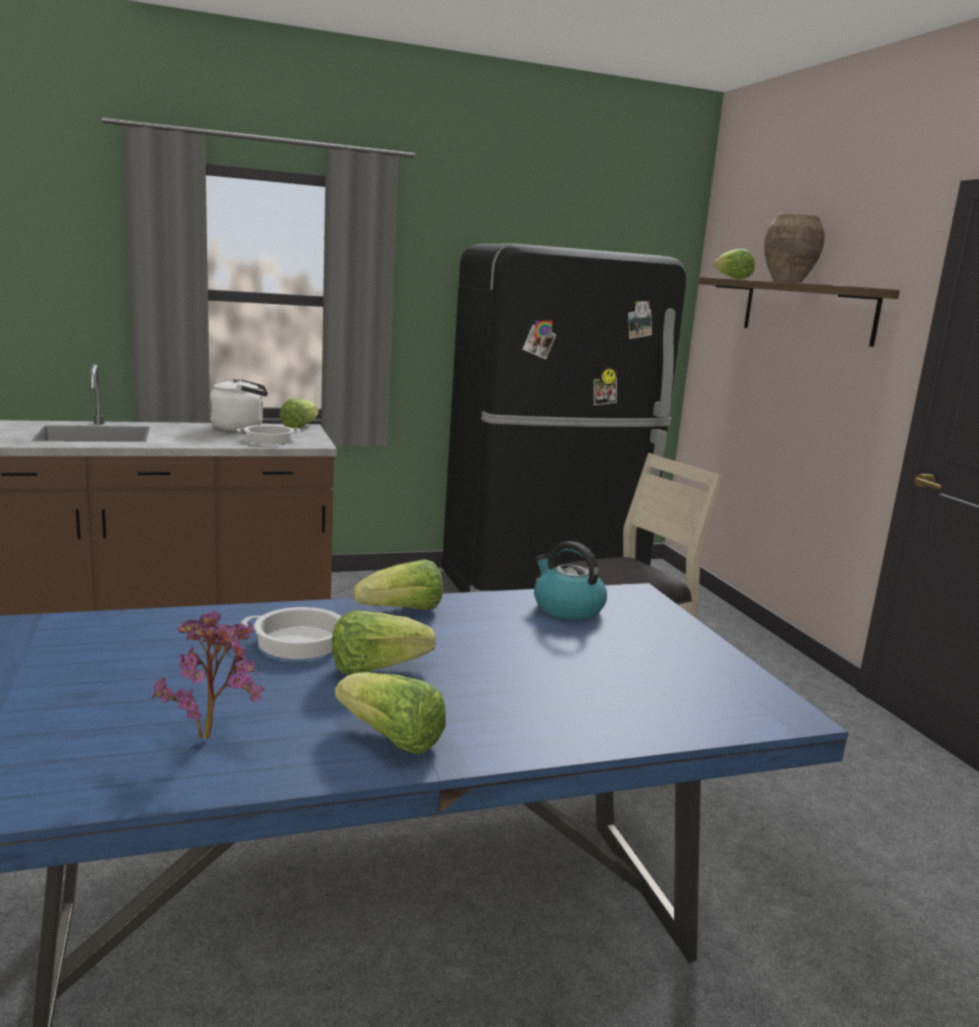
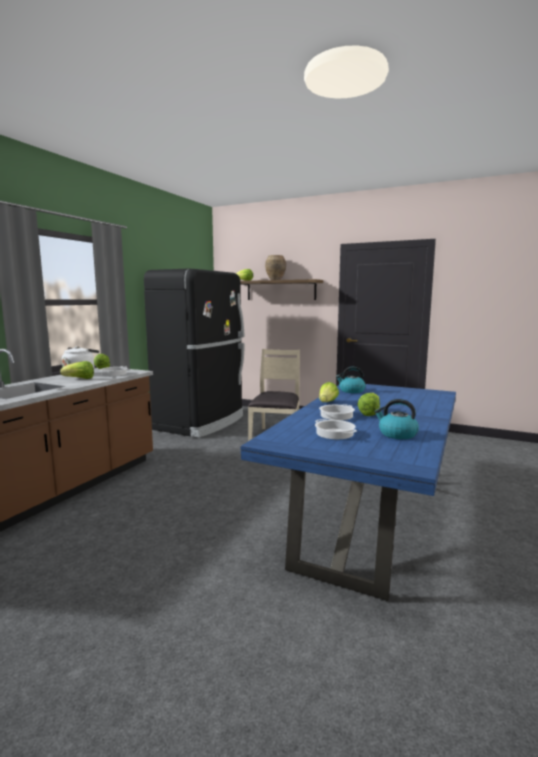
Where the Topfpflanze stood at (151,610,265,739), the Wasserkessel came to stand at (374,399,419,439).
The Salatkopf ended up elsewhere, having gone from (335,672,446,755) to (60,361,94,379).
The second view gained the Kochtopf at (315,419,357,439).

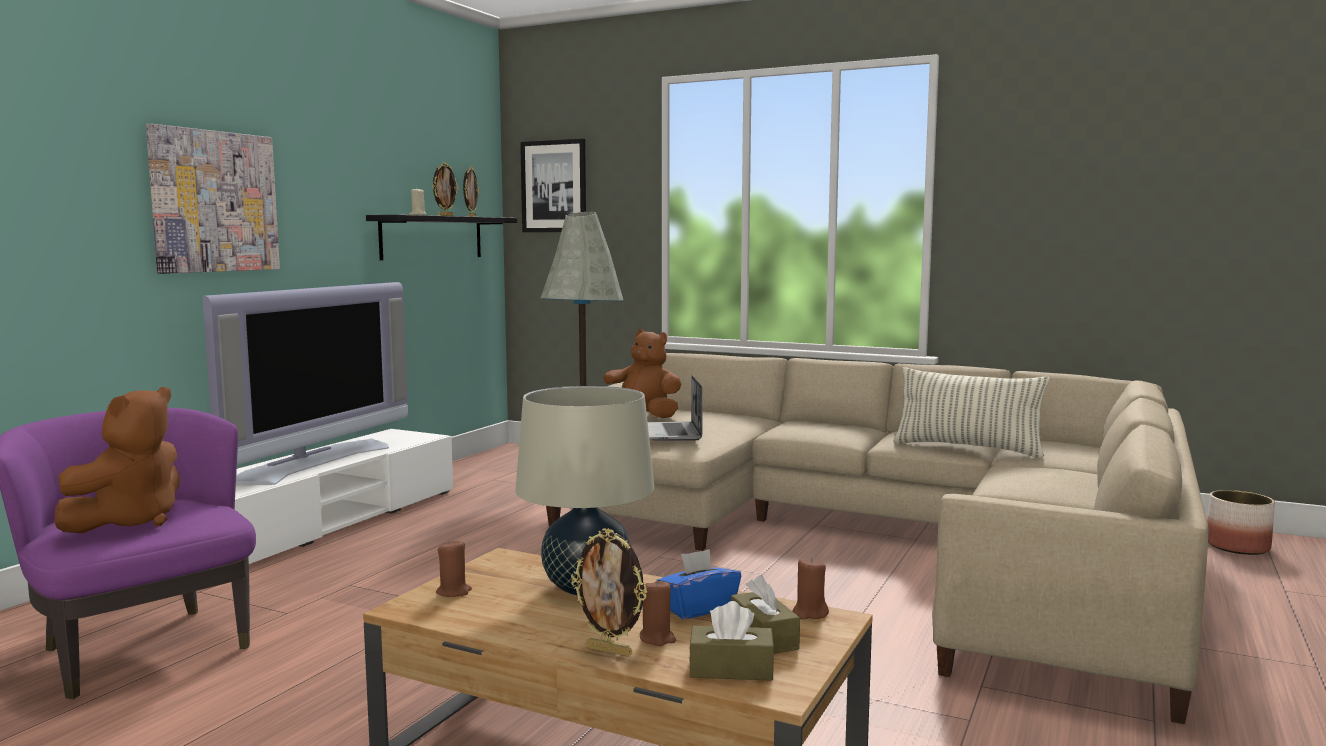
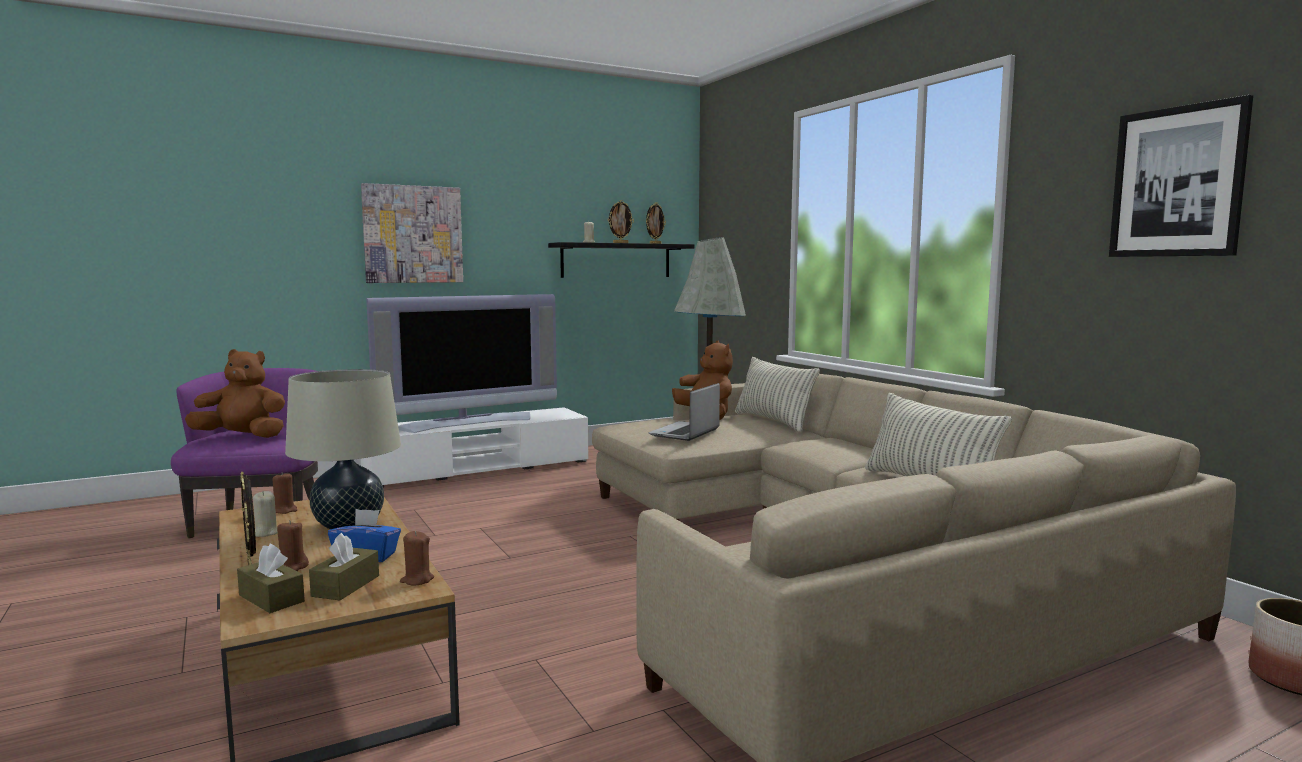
The Plüschtier [braun] at (55,387,180,533) ended up facing another way, 150 degrees counterclockwise from before.
The Bild ended up elsewhere, having gone from (520,139,586,232) to (1109,95,1253,257).
The second view gained the Kerze [beige] at (253,491,278,537).
The second view gained the Kissen at (735,357,820,432).

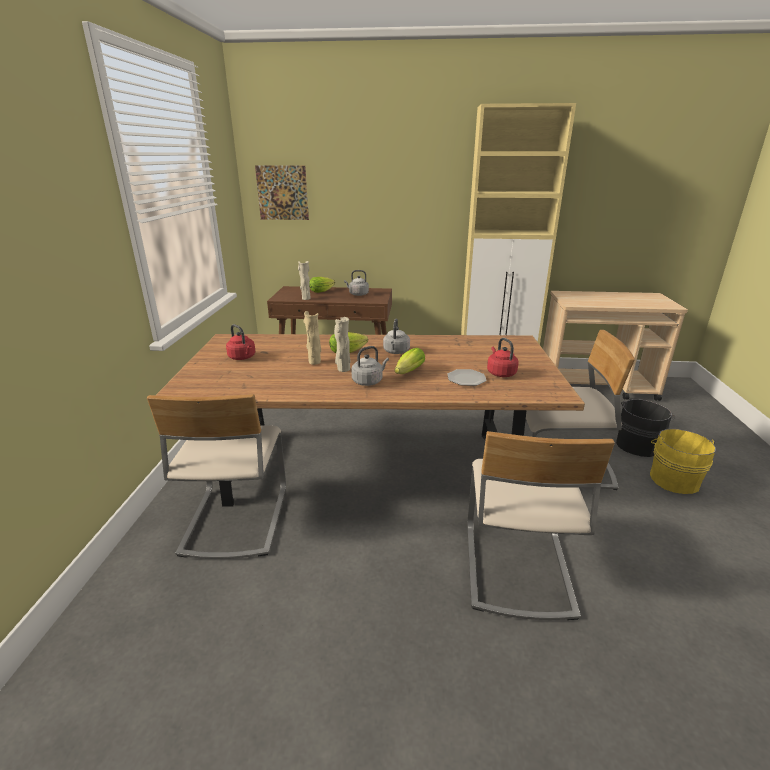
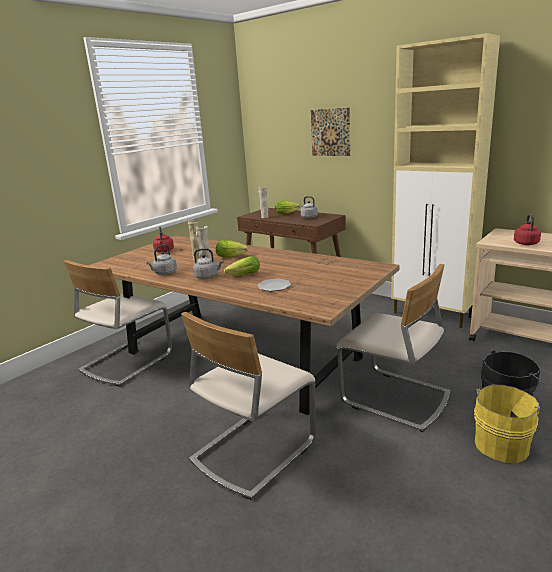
The Bild ended up elsewhere, having gone from (255,166,309,220) to (311,108,350,156).
The Wasserkessel [grau] ended up elsewhere, having gone from (383,319,410,354) to (147,244,177,275).
The Wasserkessel [rot] ended up elsewhere, having gone from (487,338,519,377) to (514,214,541,245).

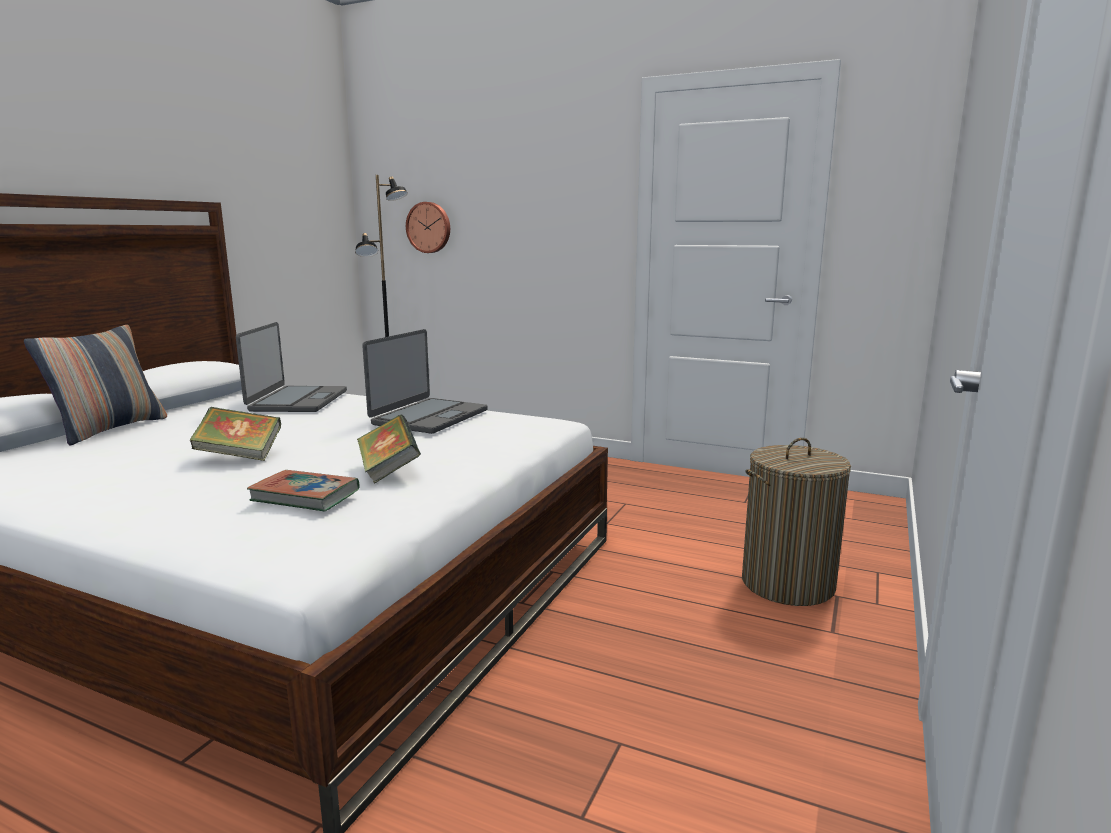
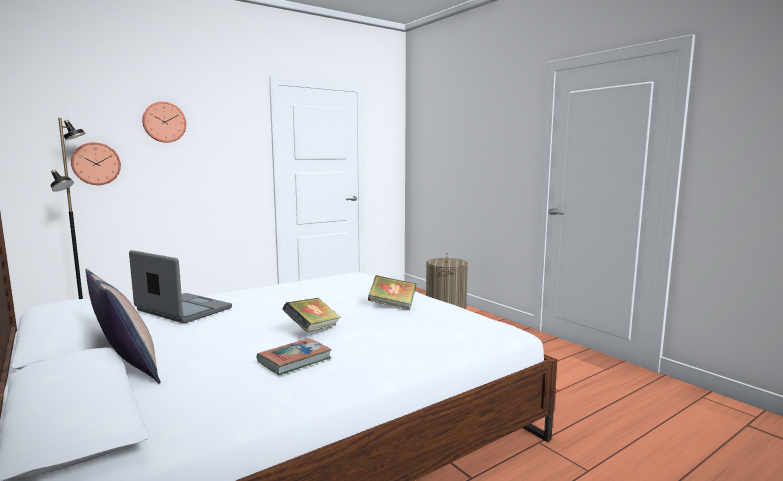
The Buch ended up elsewhere, having gone from (247,470,360,511) to (257,338,332,375).
The second view lost the Laptop at (362,329,488,434).
The second view gained the Wanduhr at (142,101,186,143).

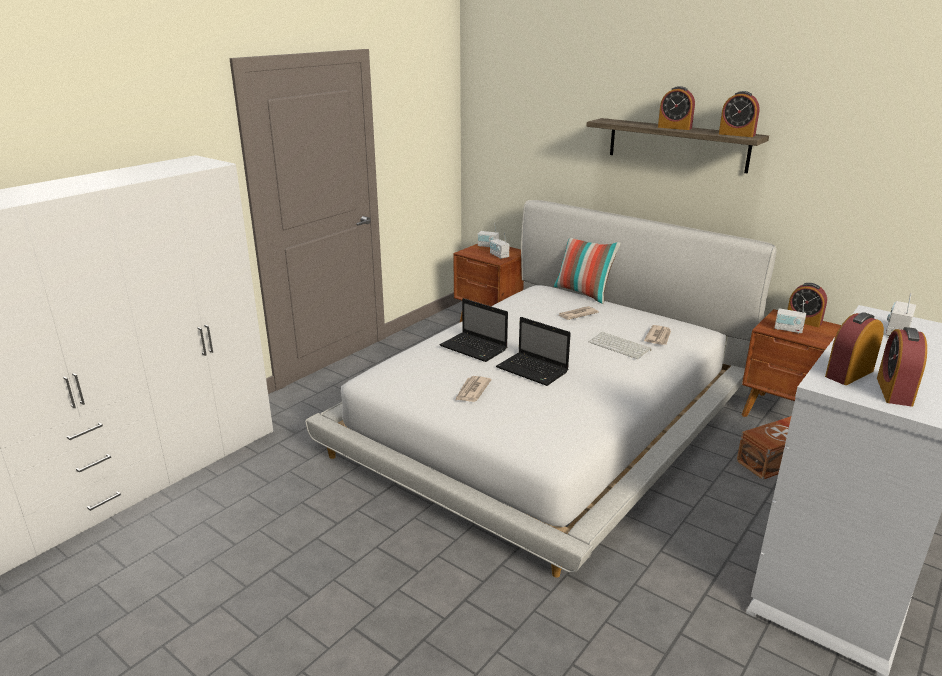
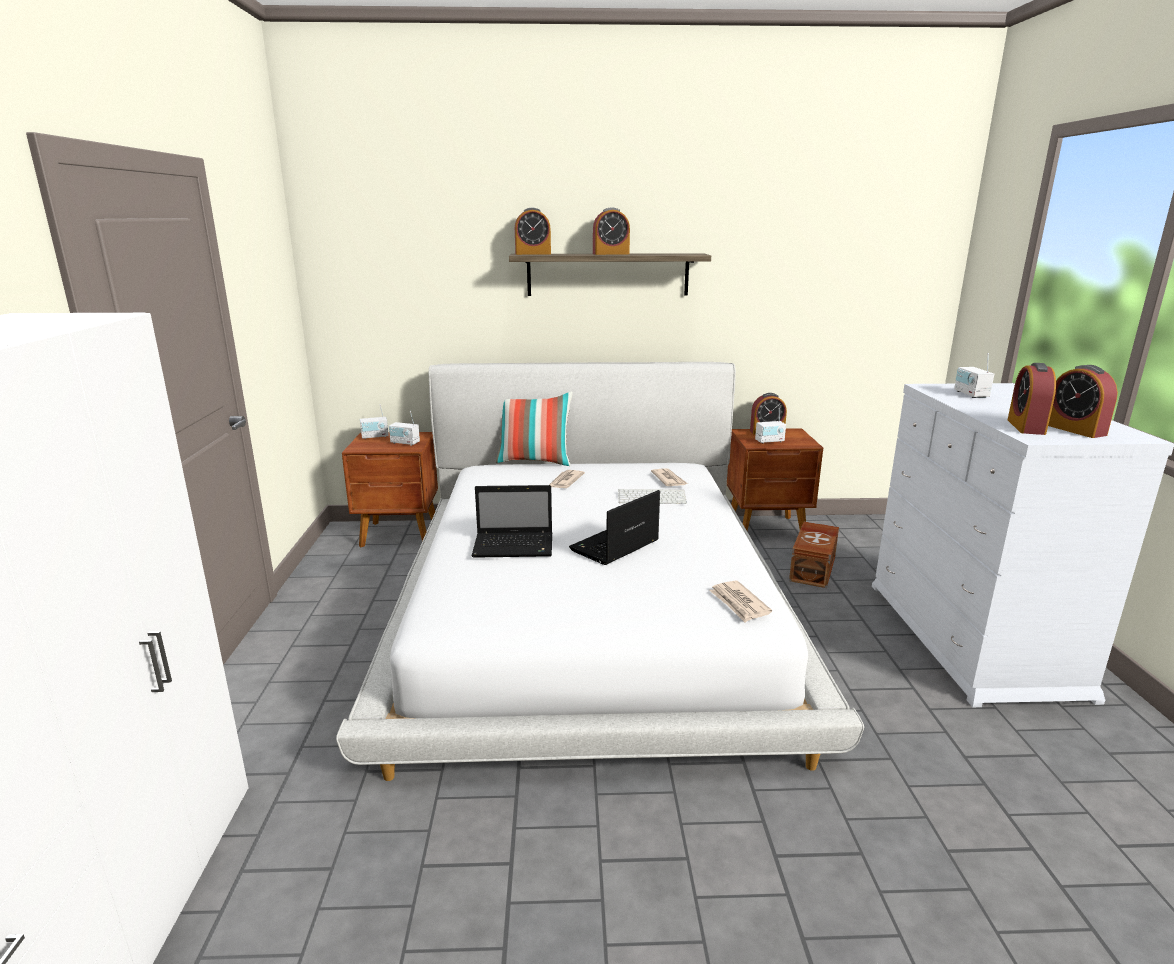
The Zeitung ended up elsewhere, having gone from (455,376,491,402) to (709,580,772,622).
The Laptop at (496,317,571,386) ended up facing another way, 135 degrees clockwise from before.
The Wecker ended up elsewhere, having gone from (719,91,760,137) to (515,208,551,255).

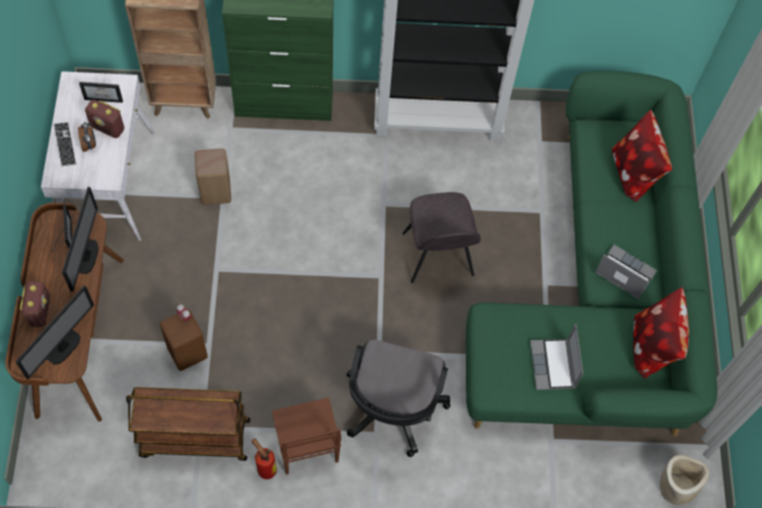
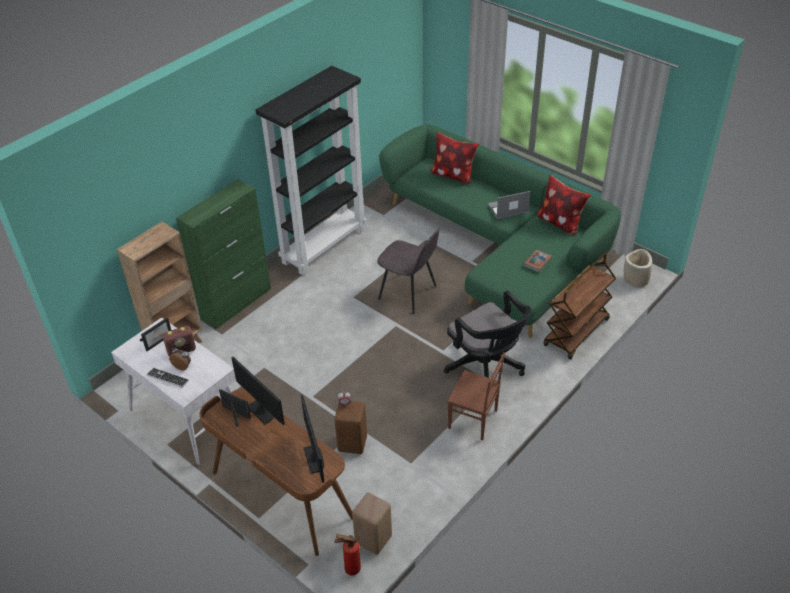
The second view lost the Radio at (20,281,50,327).
The Rollwagen [braun] ended up elsewhere, having gone from (126,387,250,461) to (543,253,616,360).
The Hocker [beige] ended up elsewhere, having gone from (195,148,231,205) to (352,492,392,555).
The Feuerlöscher ended up elsewhere, having gone from (252,438,277,479) to (335,534,361,575).
Where the Laptop stood at (530,324,583,390), the Buch came to stand at (523,250,552,273).

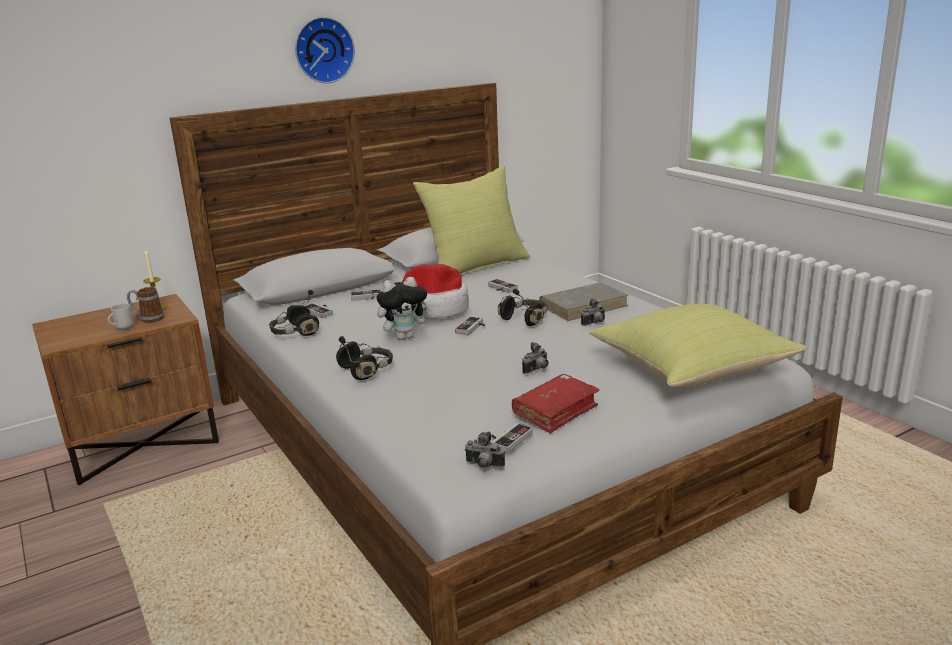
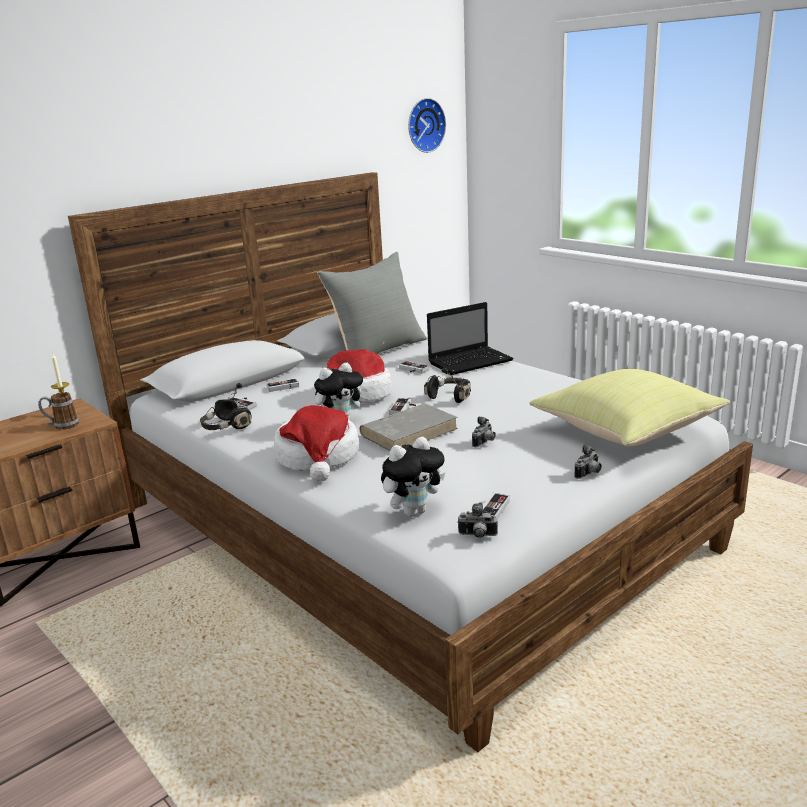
The second view lost the Henkelbecher at (108,304,133,330).
The Wanduhr ended up elsewhere, having gone from (295,17,355,83) to (408,98,446,153).
Where the Kopfhörer [schwarz] stood at (336,336,393,380), the Hut came to stand at (274,405,359,482).
What was the Kissen [gelb] at (413,165,530,275) turned into the Kissen [grau] at (317,252,427,355).
The second view lost the Buch [rot] at (512,374,599,433).
The Buch [grau] ended up elsewhere, having gone from (539,282,628,321) to (359,403,458,451).
The Kamera ended up elsewhere, having gone from (581,299,605,326) to (574,445,602,479).
The second view gained the Plüschtier at (381,437,445,517).
The second view gained the Laptop at (427,302,514,375).

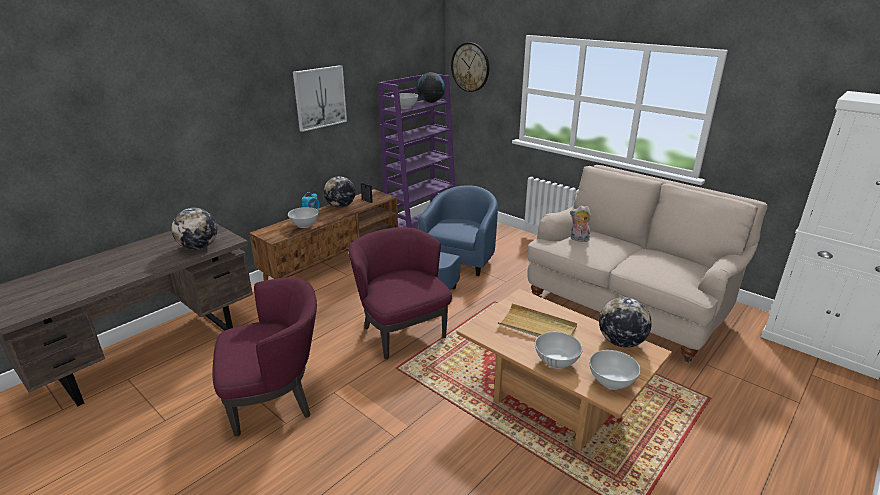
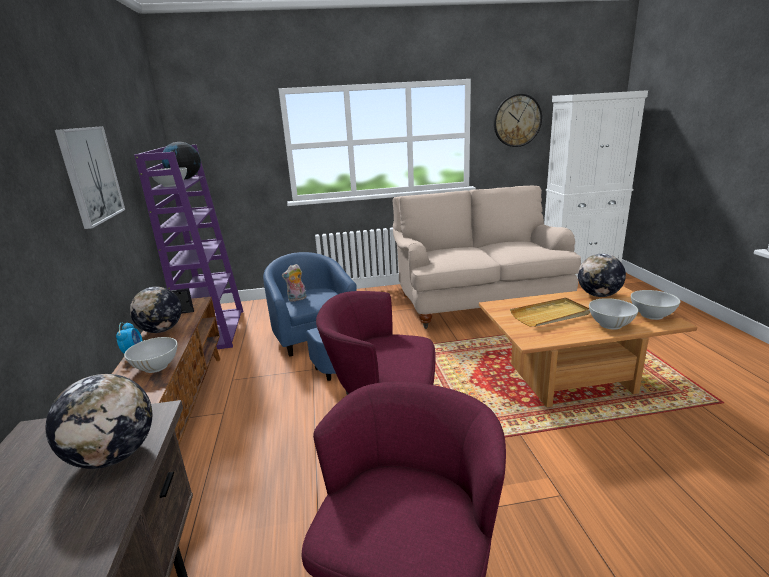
The Wanduhr ended up elsewhere, having gone from (451,42,489,92) to (494,94,542,147).
The Plüschtier ended up elsewhere, having gone from (570,205,591,242) to (282,264,306,301).

